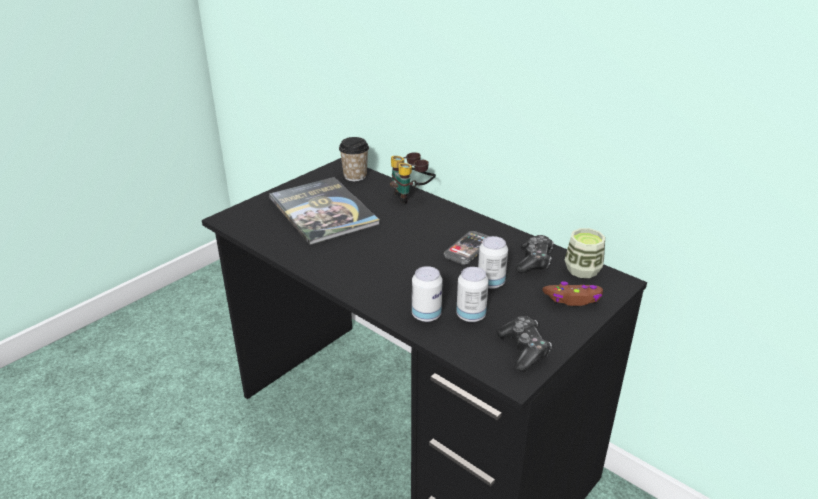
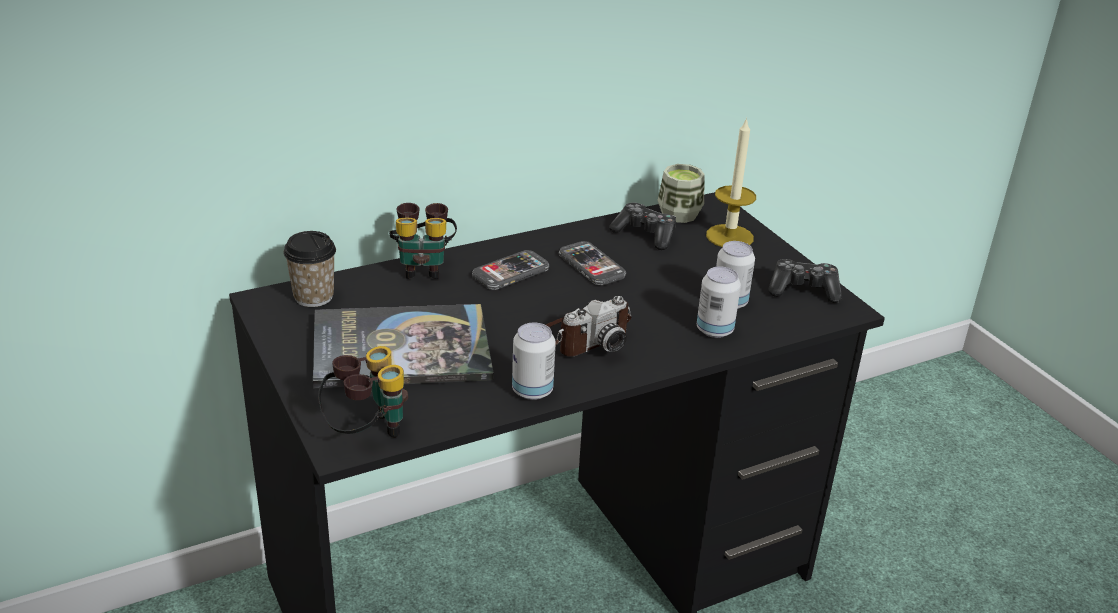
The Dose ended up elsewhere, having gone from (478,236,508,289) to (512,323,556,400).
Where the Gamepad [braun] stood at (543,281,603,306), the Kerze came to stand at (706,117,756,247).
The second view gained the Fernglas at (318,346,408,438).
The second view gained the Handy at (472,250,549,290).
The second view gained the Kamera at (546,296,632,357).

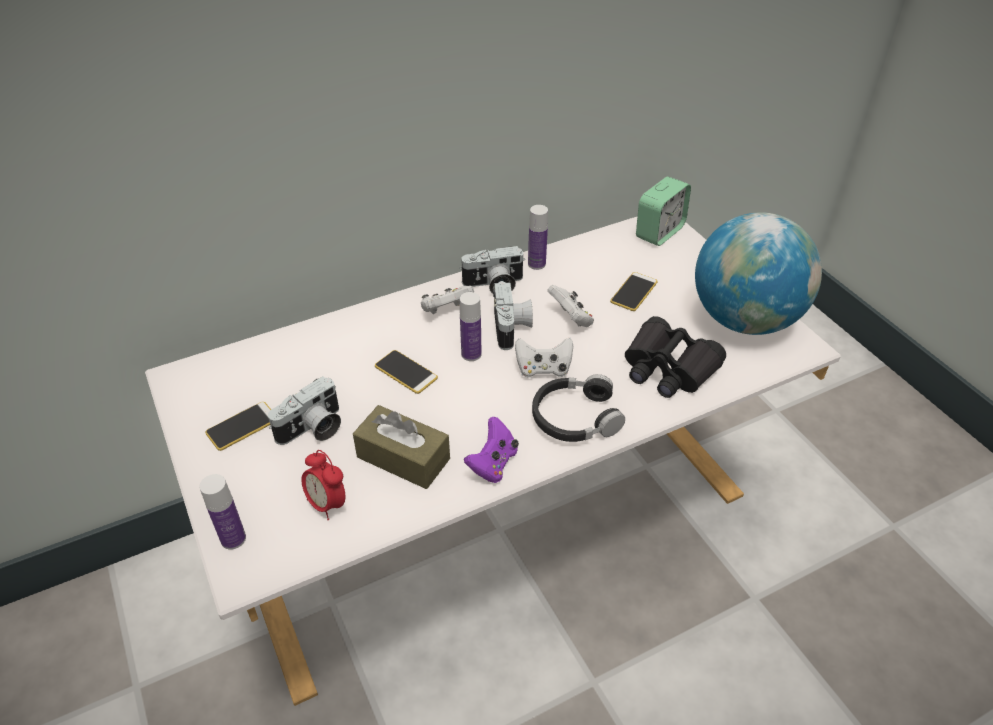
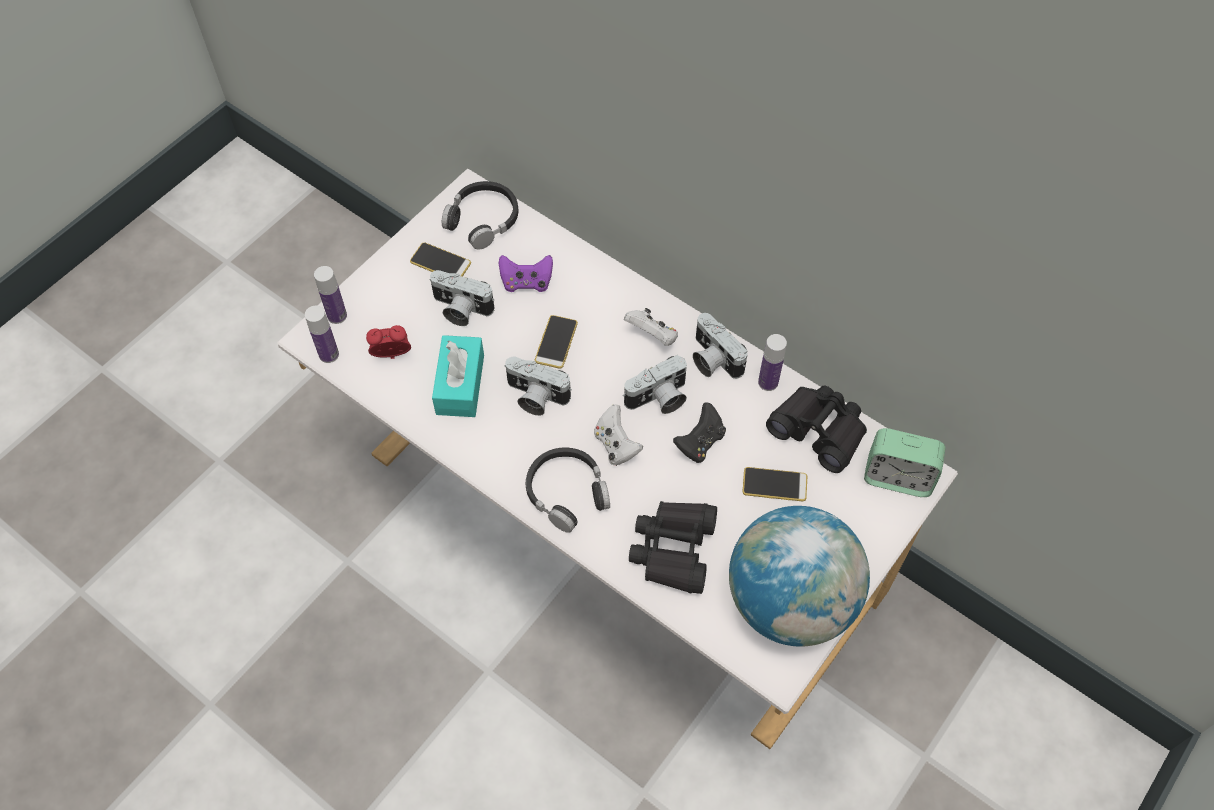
The Wecker at (301,450,345,520) ended up facing another way, 60 degrees clockwise from before.
What was the Taschentuchbox [braun] at (353,405,450,489) turned into the Taschentuchbox [türkis] at (432,335,484,417).
The Flasche ended up elsewhere, having gone from (460,292,481,361) to (305,306,339,363).
The Gamepad [lila] ended up elsewhere, having gone from (464,417,519,483) to (498,255,553,292).
What was the Gamepad [weiß] at (547,285,594,327) turned into the Gamepad [schwarz] at (673,403,726,463).
The second view gained the Kopfhörer [schwarz] at (442,181,518,250).
The second view gained the Kamera at (504,357,572,416).
The second view gained the Fernglas [schwarz] at (766,386,867,473).

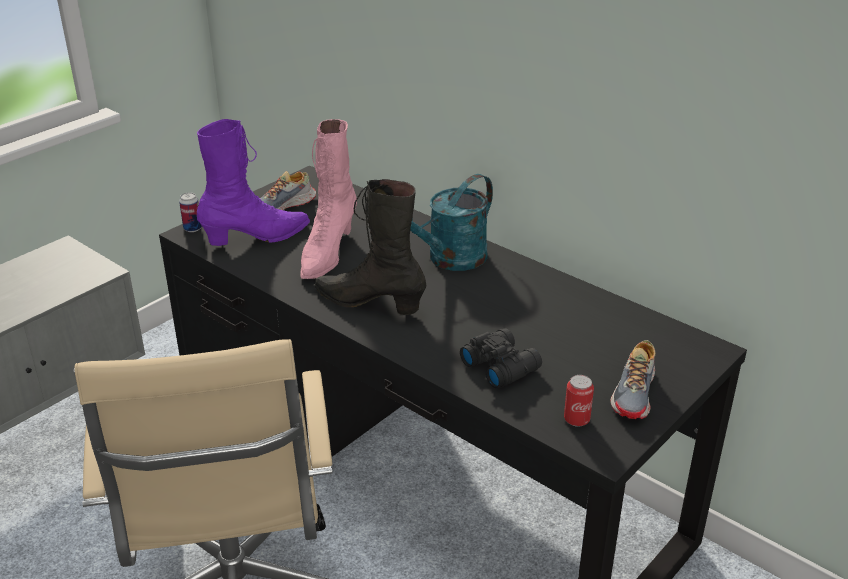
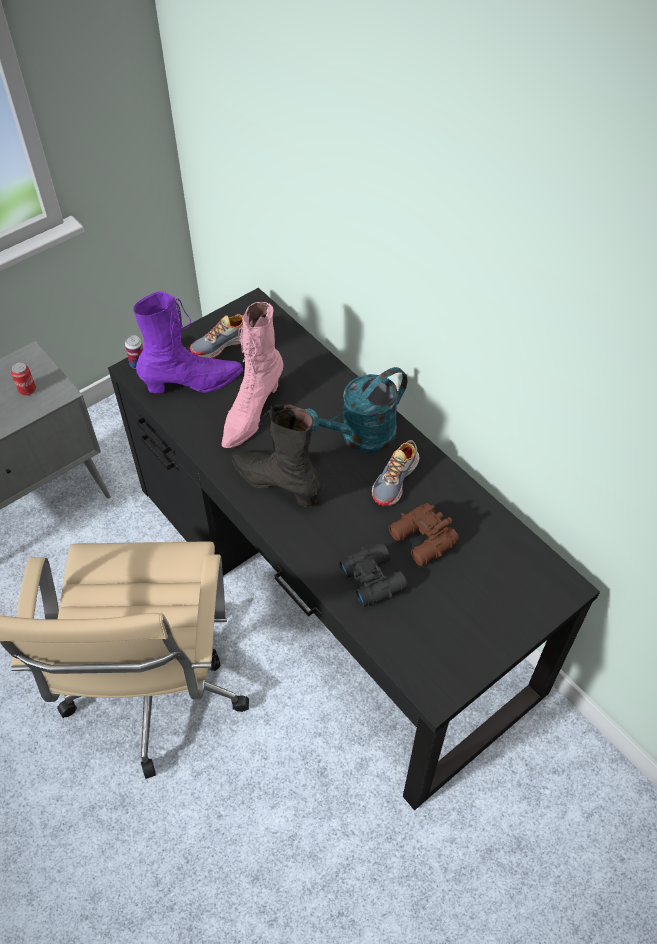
The Dose ended up elsewhere, having gone from (564,375,594,427) to (11,362,36,395).
The Schuh ended up elsewhere, having gone from (610,340,655,419) to (372,440,419,506).
The second view gained the Fernglas [braun] at (389,503,459,566).

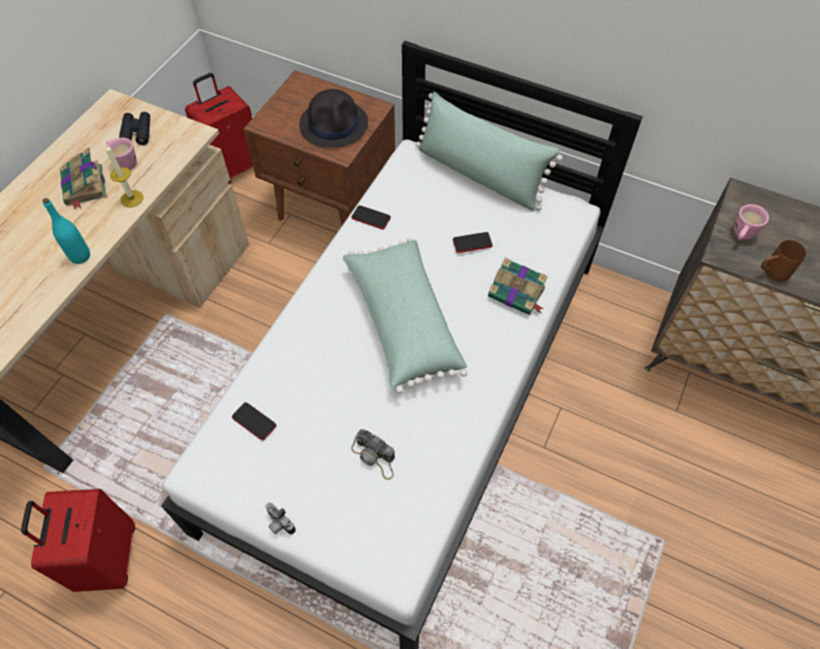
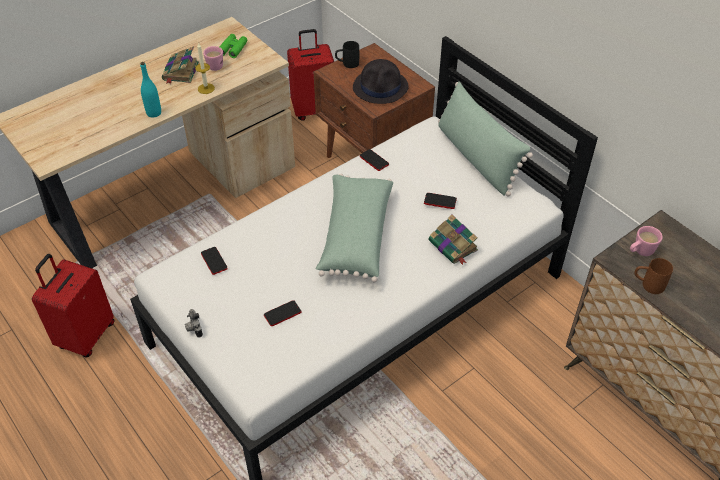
What was the Fernglas [schwarz] at (119,112,150,145) turned into the Fernglas [grün] at (220,34,247,58).
Where the Kamera stood at (351,429,395,480), the Handy came to stand at (264,300,301,326).
The second view gained the Henkelbecher [schwarz] at (335,41,359,68).

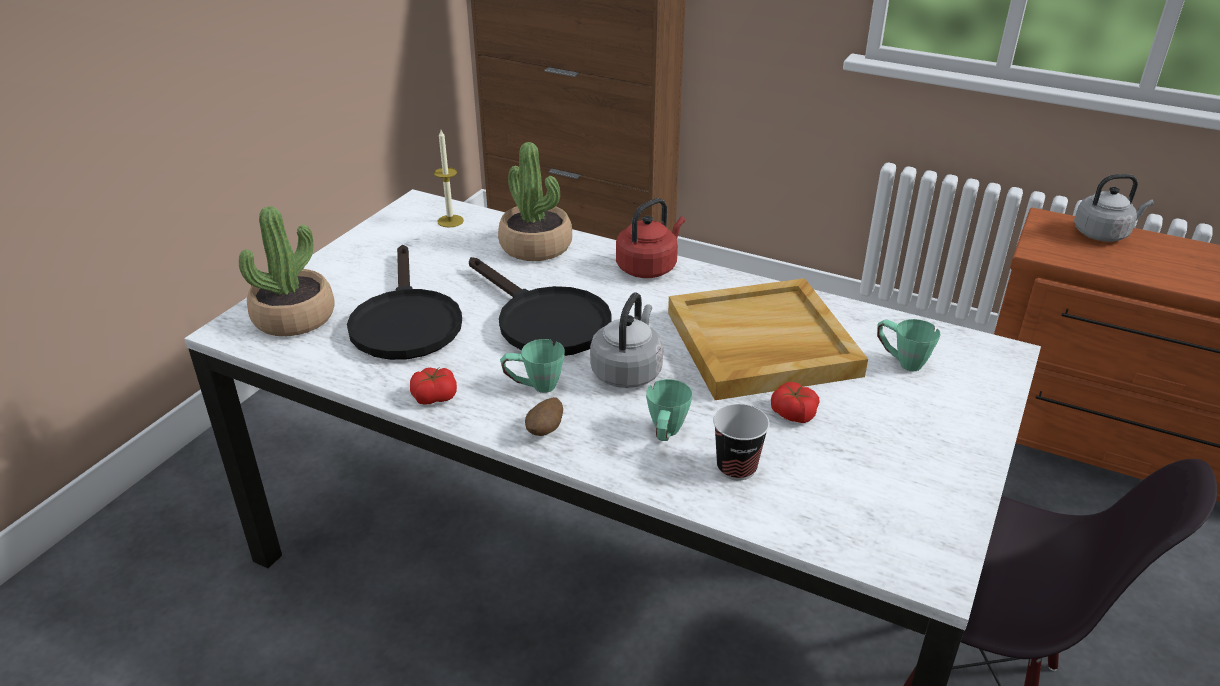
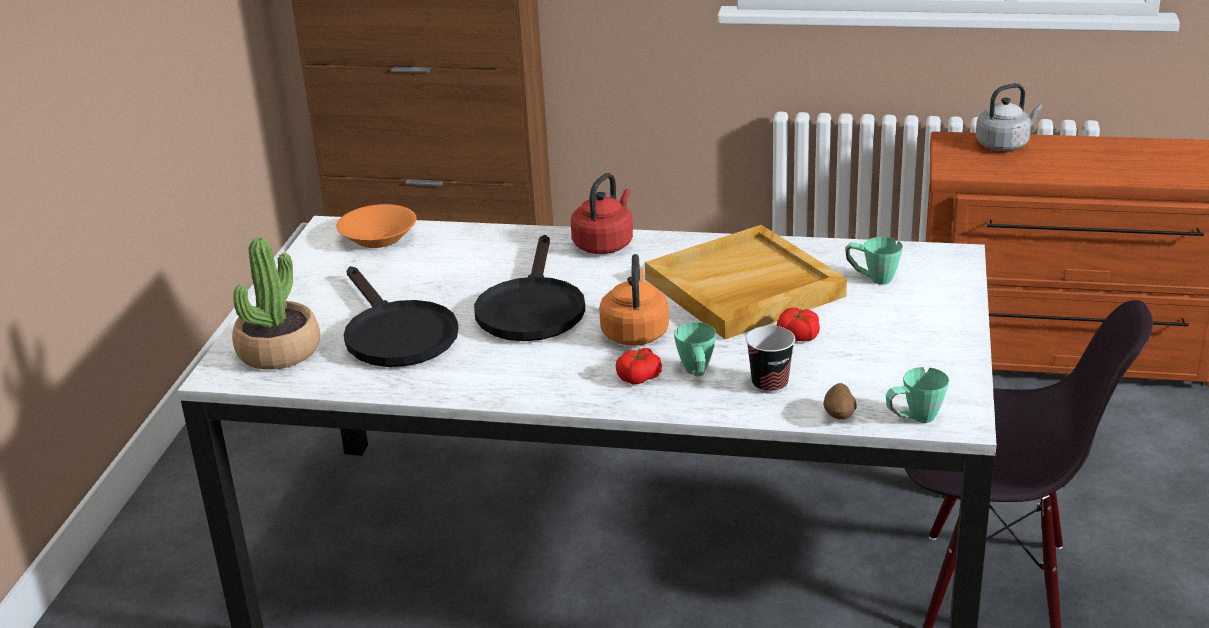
The Tomate ended up elsewhere, having gone from (410,368,457,405) to (616,348,662,384).
Where the Kerze stood at (434,130,464,228), the Schüssel [orange] came to stand at (336,204,417,248).
The Pfanne [schwarz] at (469,257,612,356) ended up facing another way, 60 degrees clockwise from before.
The second view lost the Topfpflanze at (498,142,572,261).
The Henkelbecher [grün] ended up elsewhere, having gone from (500,339,565,393) to (886,367,949,423).
The Kartoffel ended up elsewhere, having gone from (525,397,563,436) to (823,383,857,420).
What was the Wasserkessel [grau] at (590,292,663,388) turned into the Wasserkessel [orange] at (599,254,669,346).

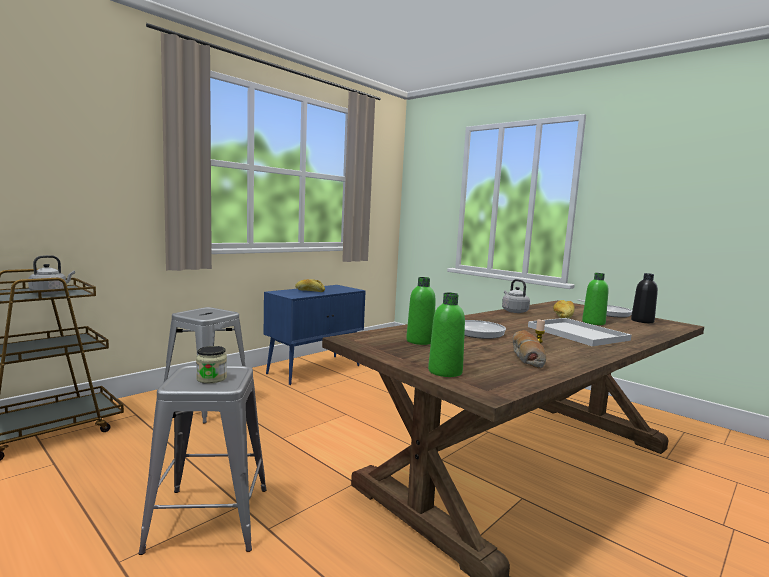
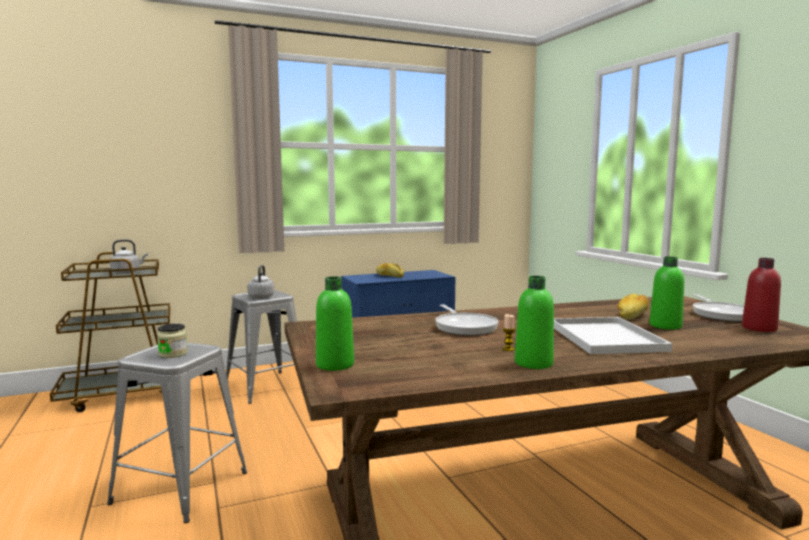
The Flasche [grün] ended up elsewhere, having gone from (406,277,436,345) to (515,276,554,369).
The Wasserkessel [grau] ended up elsewhere, having gone from (502,279,530,313) to (248,265,274,298).
The second view lost the Brot at (513,330,546,369).
What was the Flasche [schwarz] at (631,273,658,323) turned into the Flasche [rot] at (742,258,781,332).

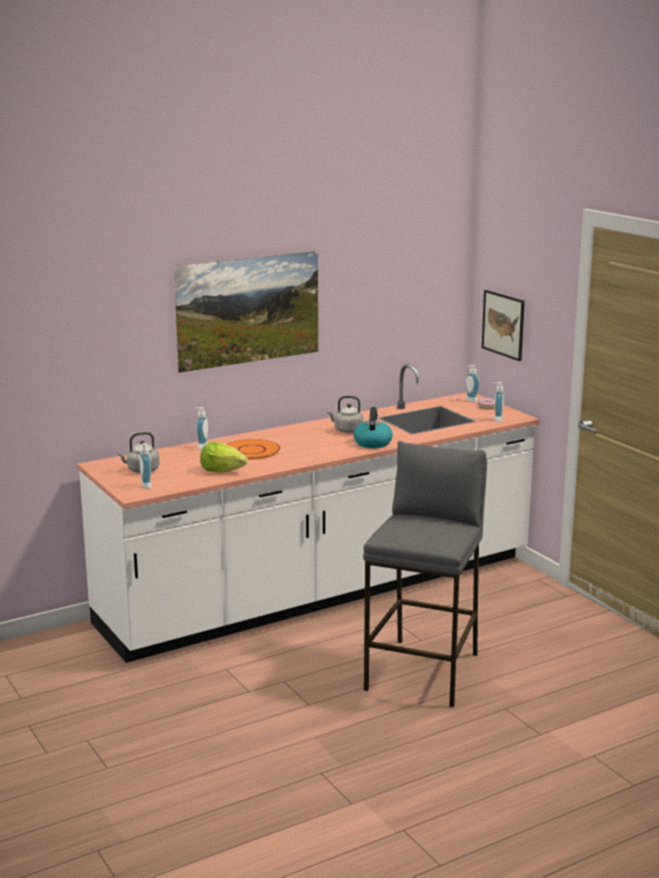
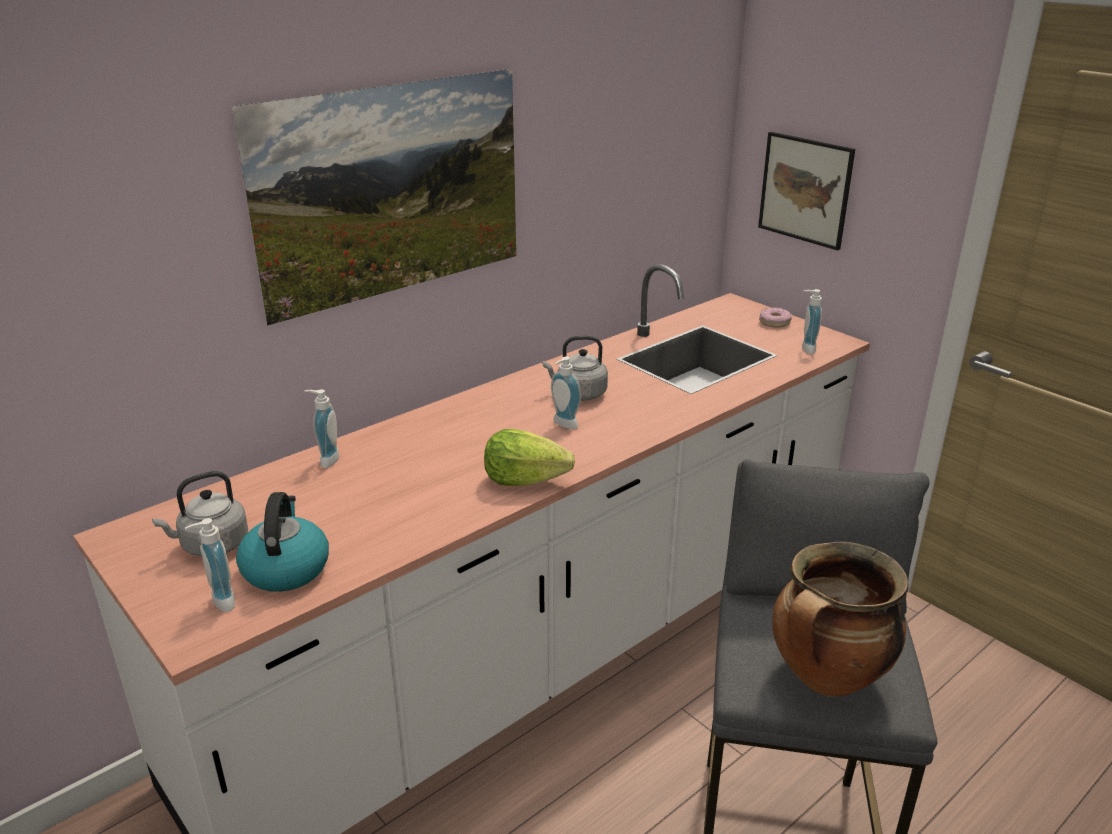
The Salatkopf ended up elsewhere, having gone from (200,442,248,473) to (484,429,575,486).
The second view lost the Teller [orange] at (227,439,280,460).
The Wasserkessel ended up elsewhere, having gone from (353,407,393,448) to (236,492,329,592).
The Seifenspender ended up elsewhere, having gone from (465,365,480,403) to (551,357,581,429).
The second view gained the Kochtopf at (772,542,909,697).

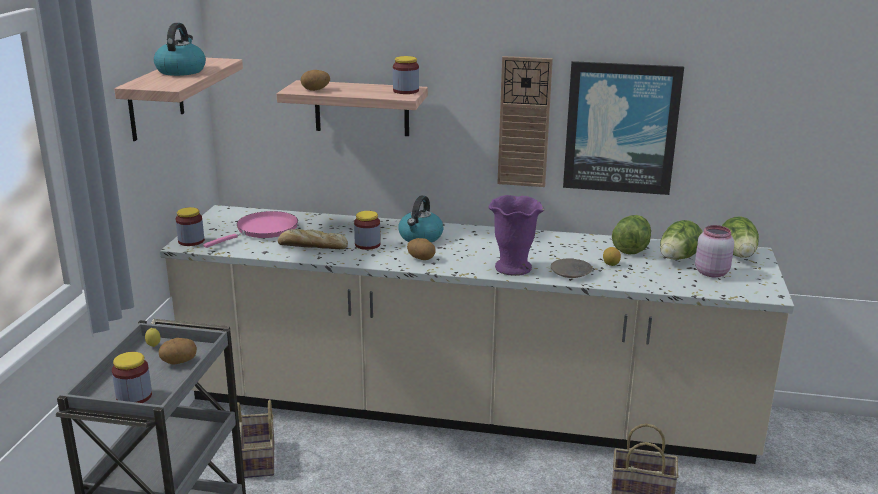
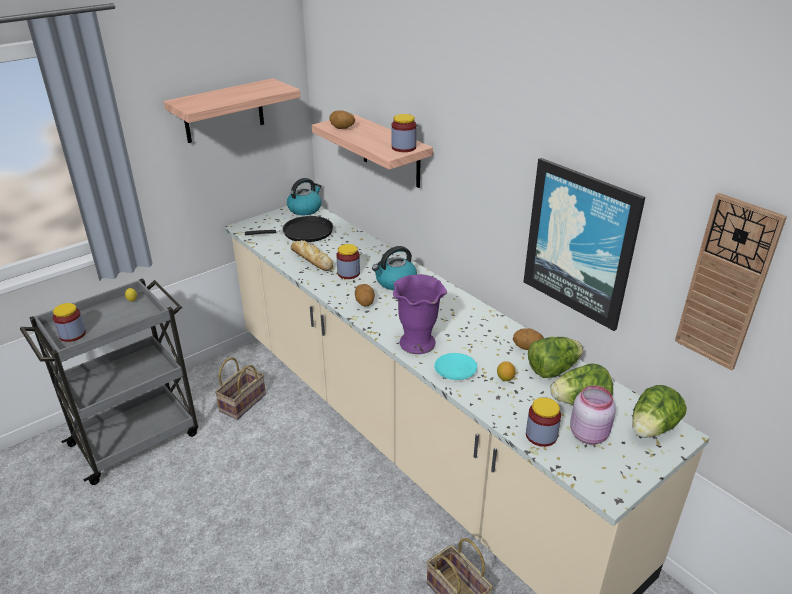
The Wasserkessel ended up elsewhere, having gone from (154,23,206,76) to (287,178,322,215).
The Kartoffel ended up elsewhere, having gone from (159,338,197,365) to (513,328,544,350).
The Vorratsglas ended up elsewhere, having gone from (176,207,204,246) to (526,397,561,447).
What was the Pfanne [rosa] at (203,211,298,248) turned into the Pfanne [schwarz] at (245,216,333,242).
The Wanduhr ended up elsewhere, having gone from (497,56,553,187) to (675,193,787,371).
What was the Teller [beige] at (551,258,592,278) turned into the Teller [türkis] at (434,353,477,380).

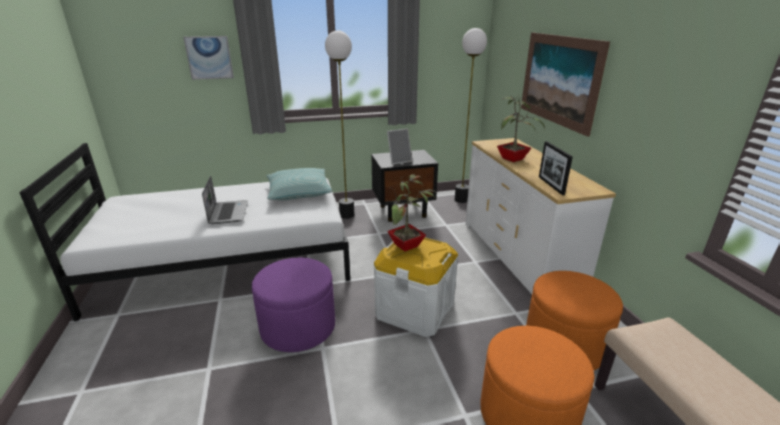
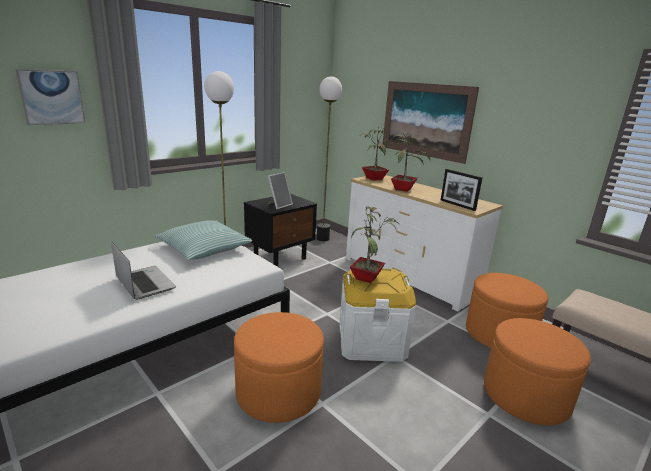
What was the Polsterhocker [lila] at (252,257,335,352) turned into the Polsterhocker [orange] at (234,312,324,423).
The second view gained the Topfpflanze at (359,127,389,181).

